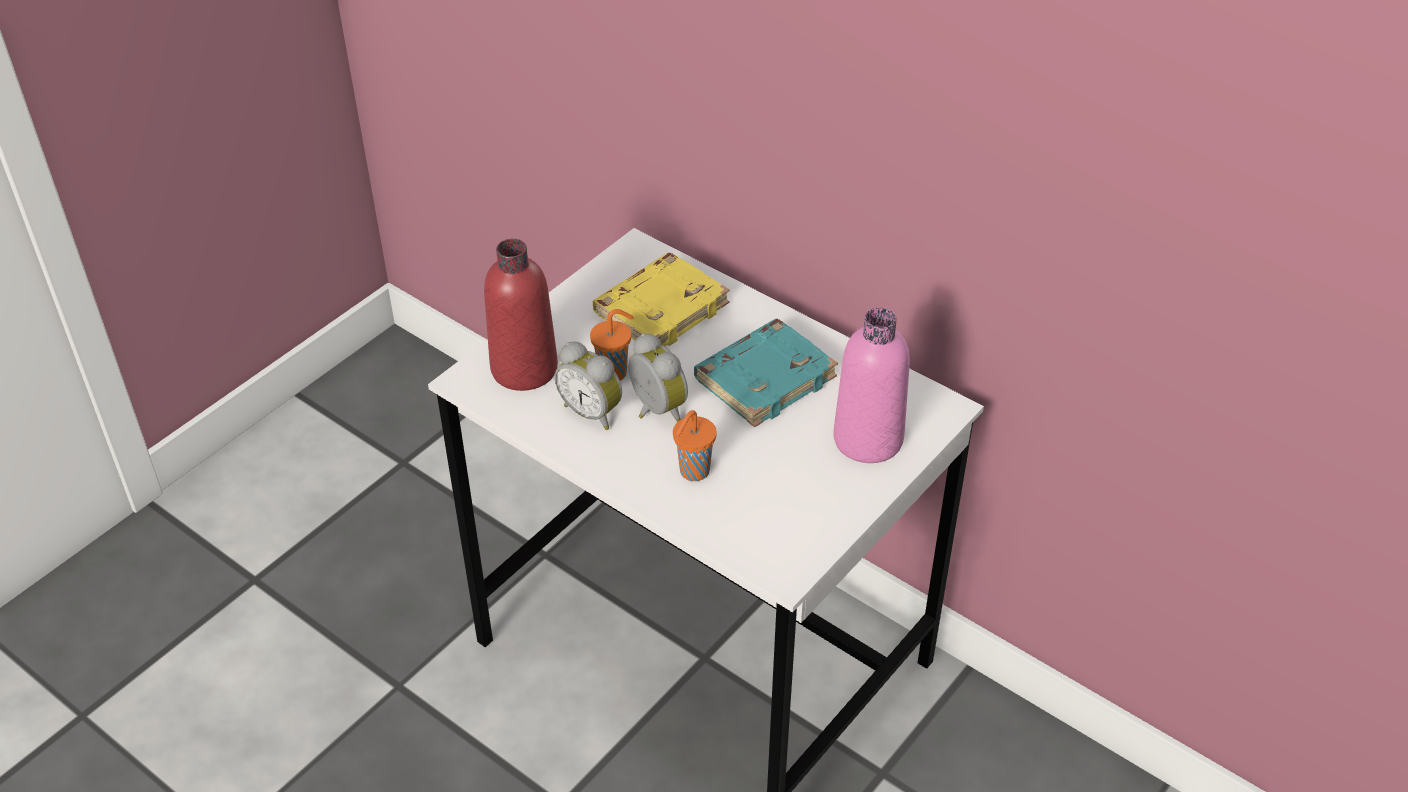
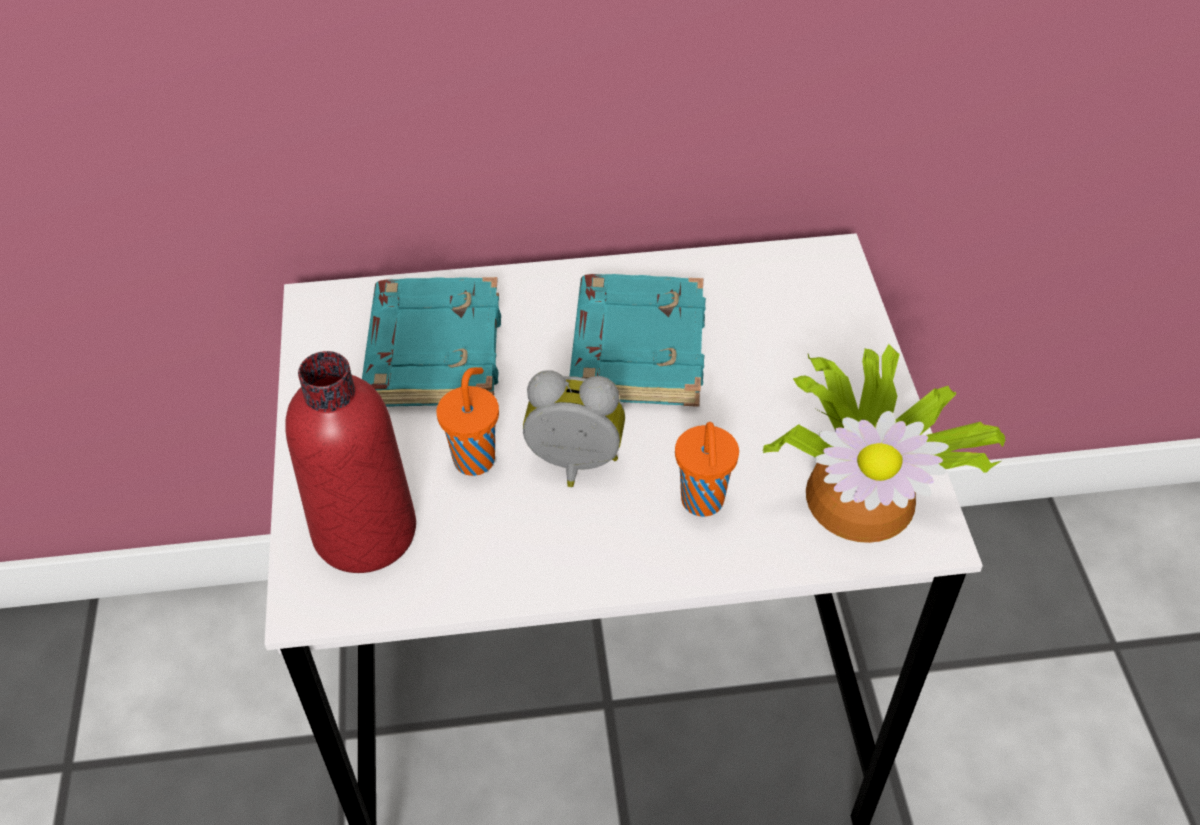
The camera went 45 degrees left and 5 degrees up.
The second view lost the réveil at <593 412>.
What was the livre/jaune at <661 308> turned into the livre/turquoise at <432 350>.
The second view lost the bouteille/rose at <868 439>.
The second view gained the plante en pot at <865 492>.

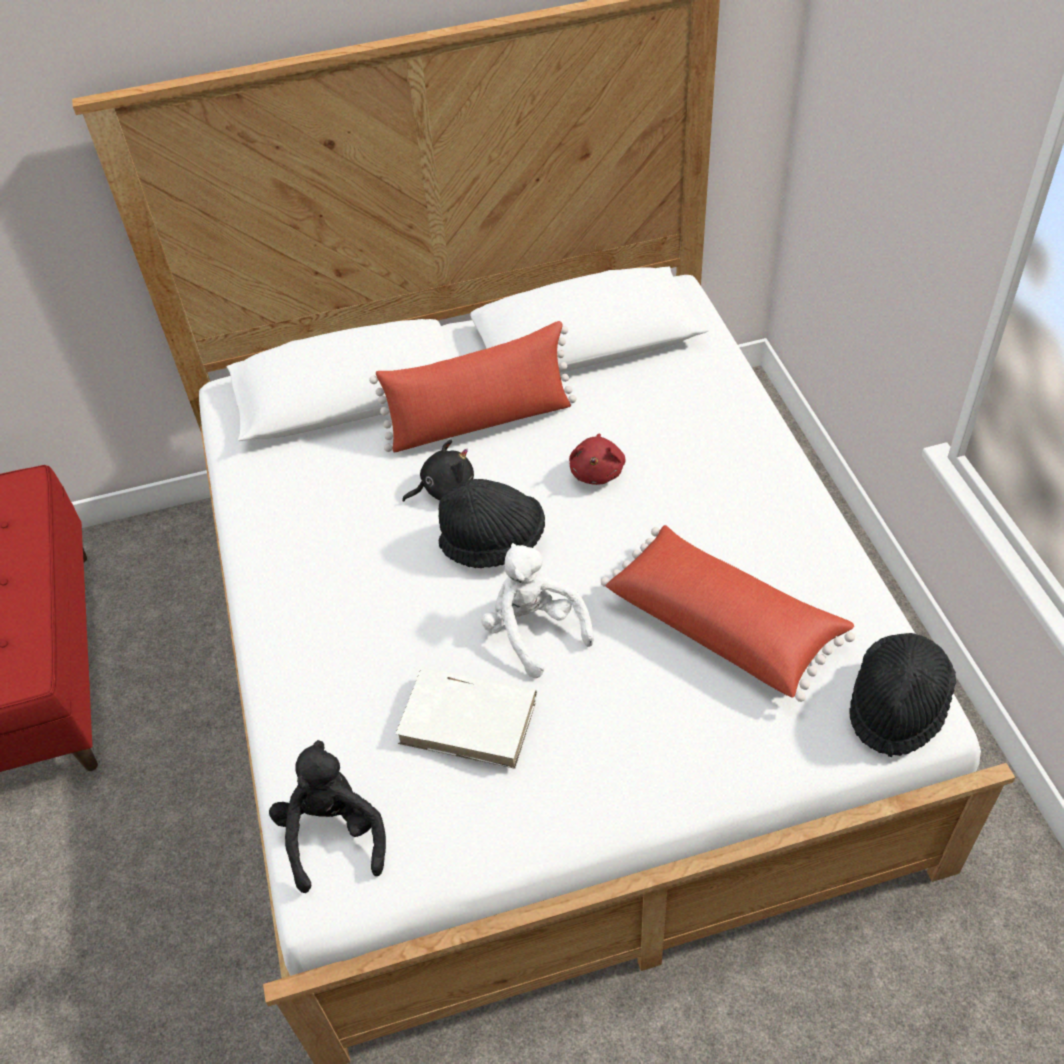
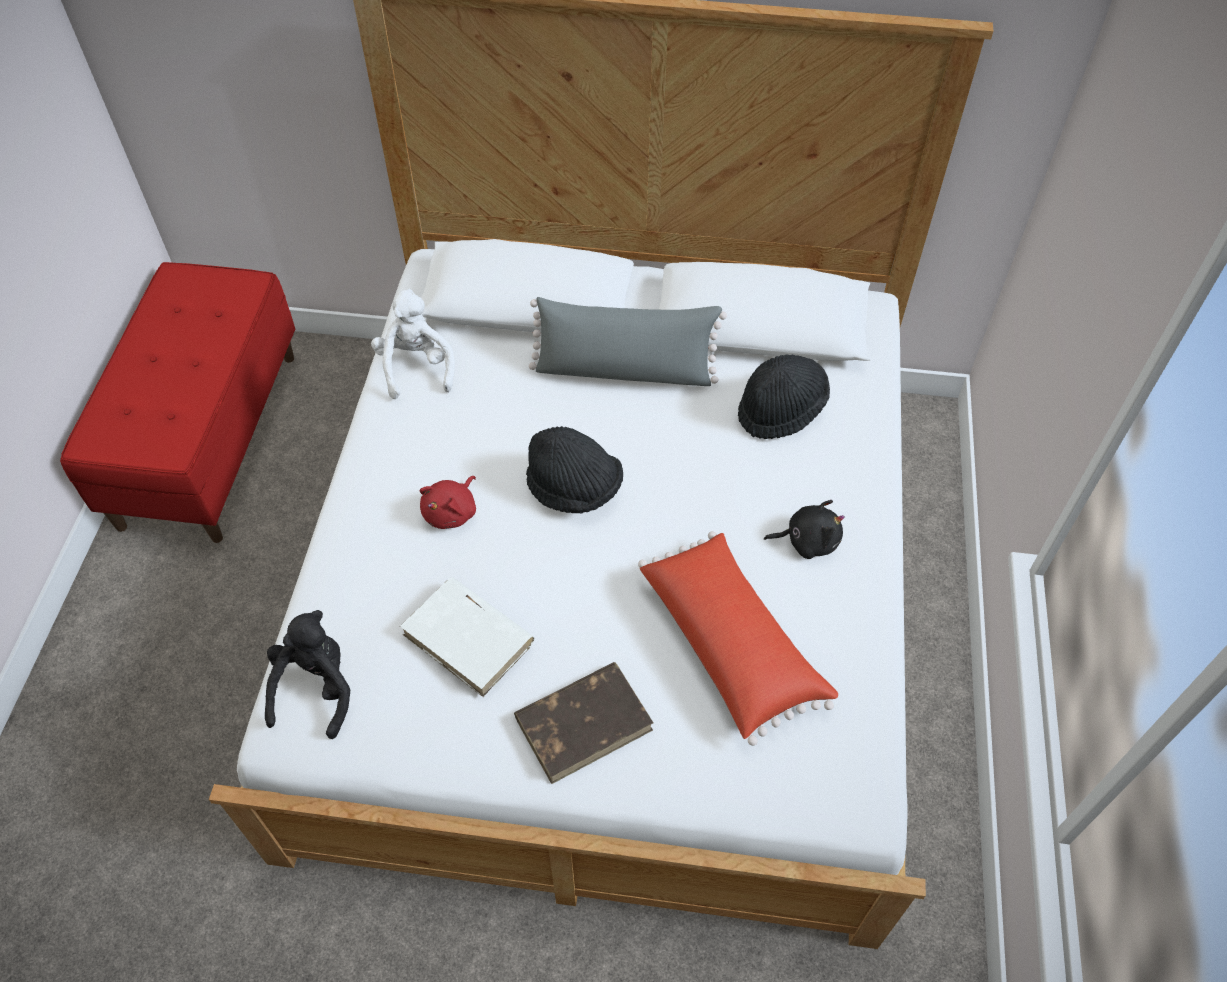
The camera went 20 degrees right and 5 degrees up.
What was the coussin/rouge at <480 421> turned into the coussin/gris at <624 371>.
The peluche/noir ended up elsewhere, having gone from <444 489> to <807 540>.
The peluche/blanc ended up elsewhere, having gone from <534 631> to <416 367>.
The peluche/rouge ended up elsewhere, having gone from <597 471> to <452 512>.
The chapeau/noir ended up elsewhere, having gone from <896 706> to <781 410>.
The second view gained the livre/marron at <584 723>.

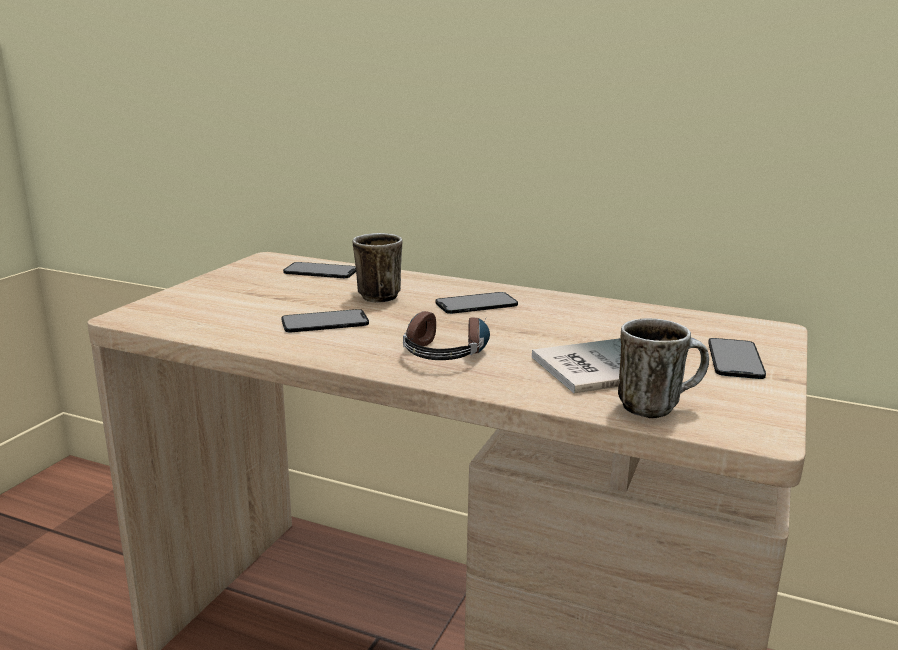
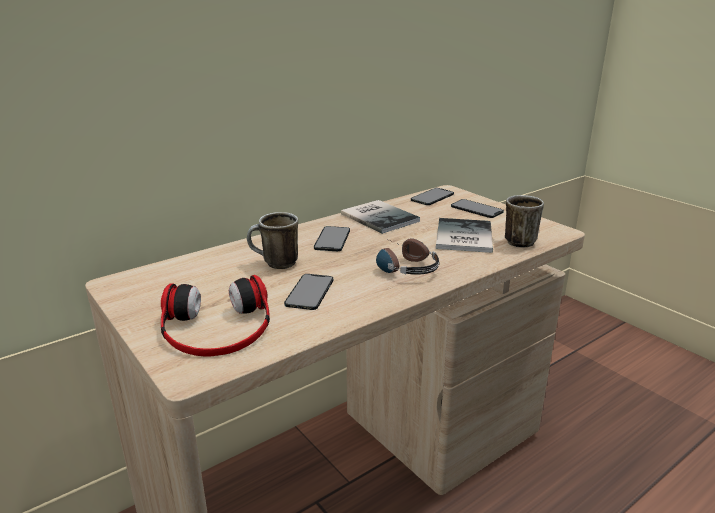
The camera went 60 degrees left and 5 degrees up.
The téléphone ended up elsewhere, having gone from <320 271> to <432 197>.
The second view gained the casque audio at <217 328>.
The second view gained the livre at <380 216>.

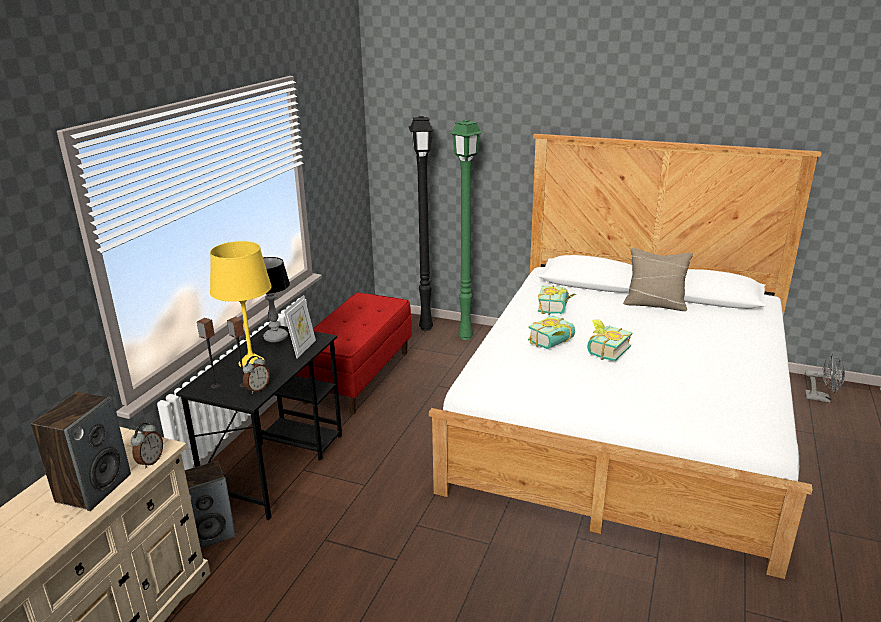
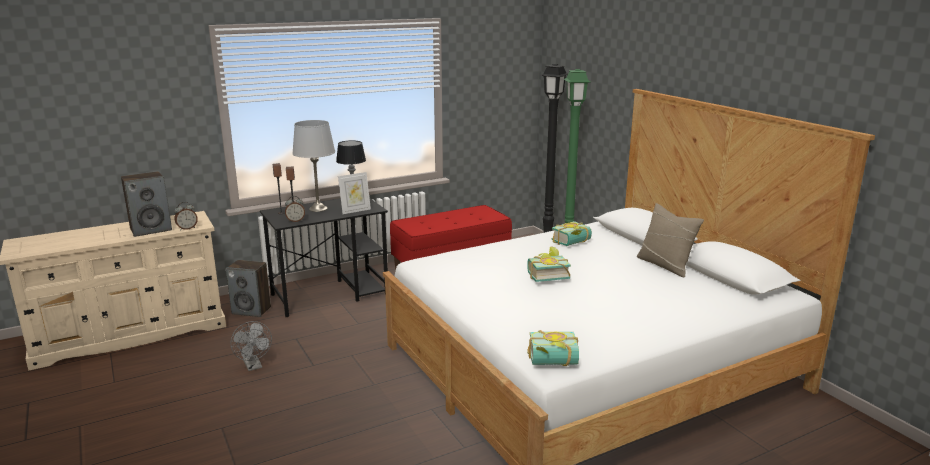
The camera went 40 degrees right and 5 degrees down.
What was the lampe de table/jaune at <251 362> turned into the lampe de table/gris at <318 209>.
The livre ended up elsewhere, having gone from <554 343> to <553 363>.
The ventilateur/gris ended up elsewhere, having gone from <821 398> to <254 366>.

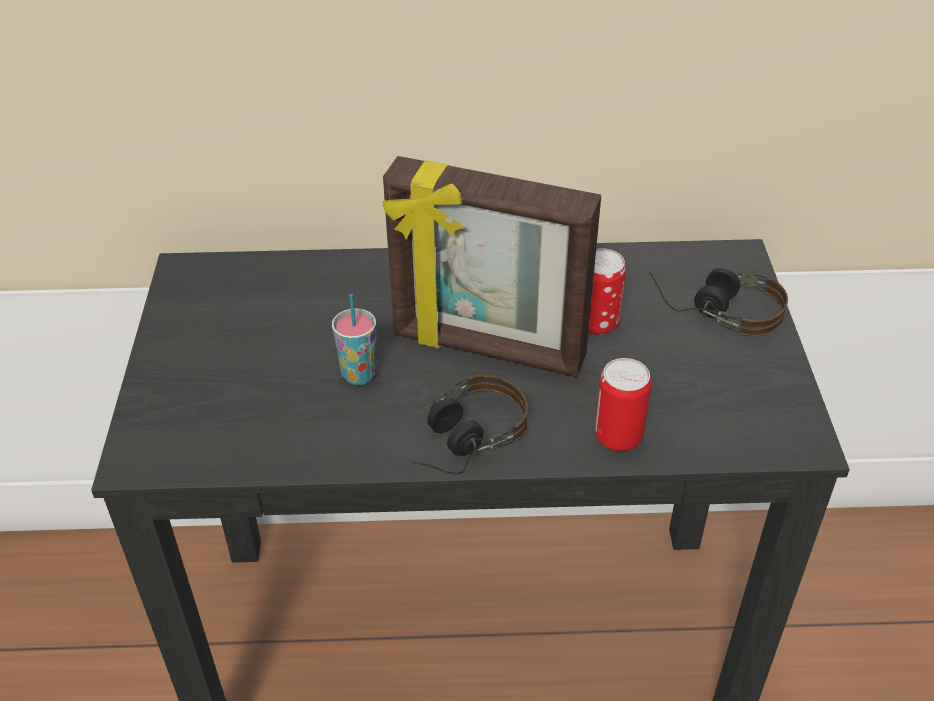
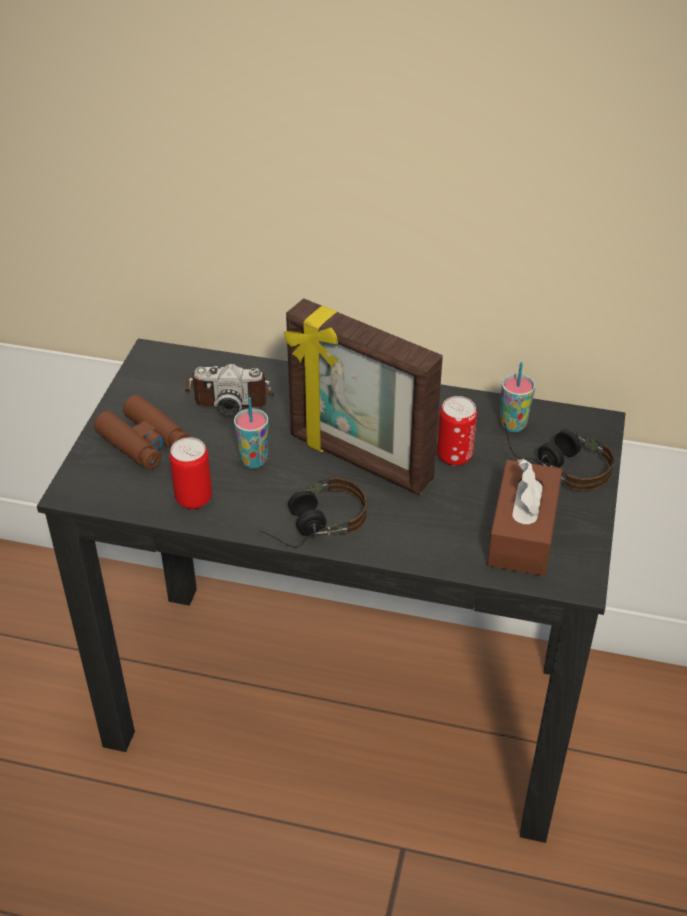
The camera went 15 degrees right and 0 degrees up.
The boîte métallique ended up elsewhere, having gone from <618 437> to <194 498>.
The second view gained the jumelles/marron at <144 441>.
The second view gained the appareil photo at <230 394>.
The second view gained the boîte à mouchoirs/marron at <522 532>.
The second view gained the tasse at <513 425>.

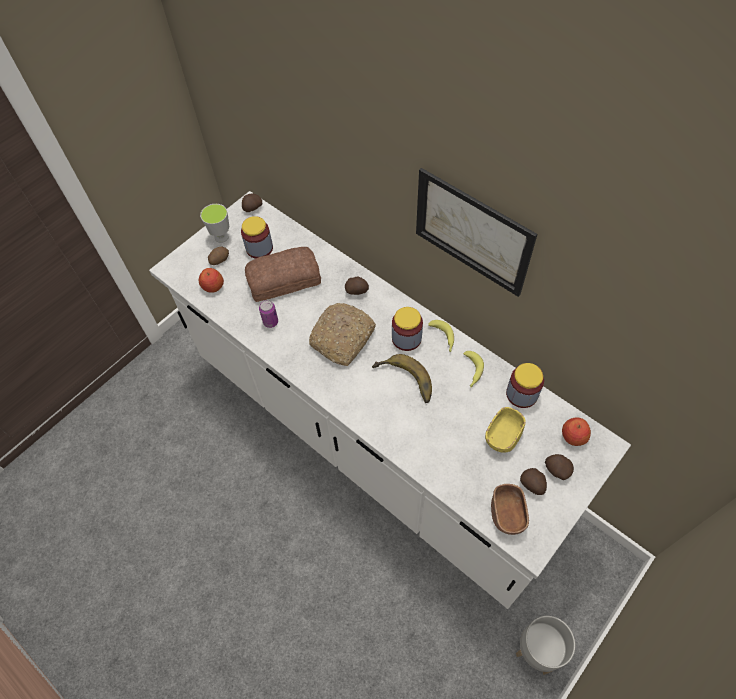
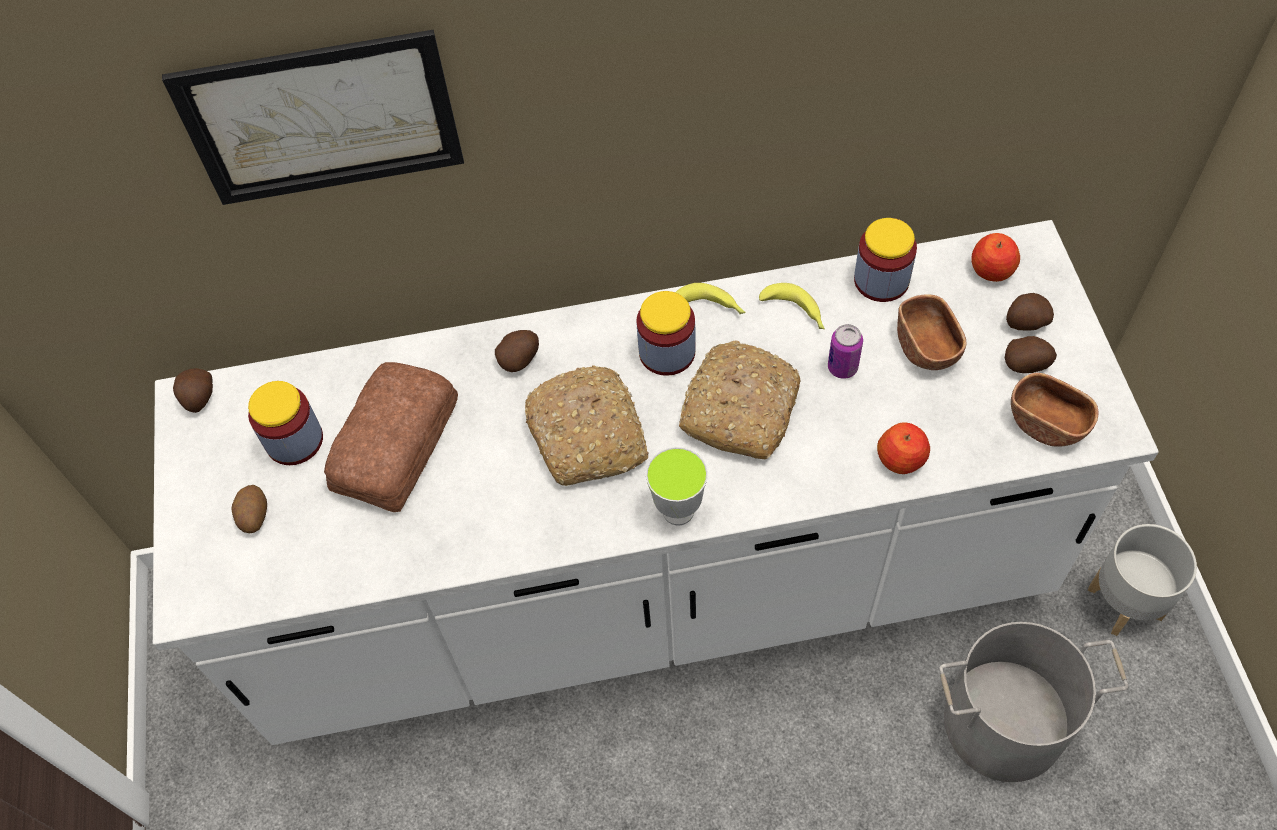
The camera went 50 degrees left and 0 degrees up.
The pomme ended up elsewhere, having gone from <213 286> to <901 459>.
The tasse ended up elsewhere, having gone from <221 237> to <678 511>.
The boîte métallique ended up elsewhere, having gone from <270 322> to <842 367>.
Where the banane stood at <403 383>, the pain came to stand at <739 407>.
The tableau ended up elsewhere, having gone from <472 232> to <322 118>.
What was the bol/jaune at <502 436> turned into the bol/marron at <926 347>.
The second view gained the seau/gris at <1004 724>.

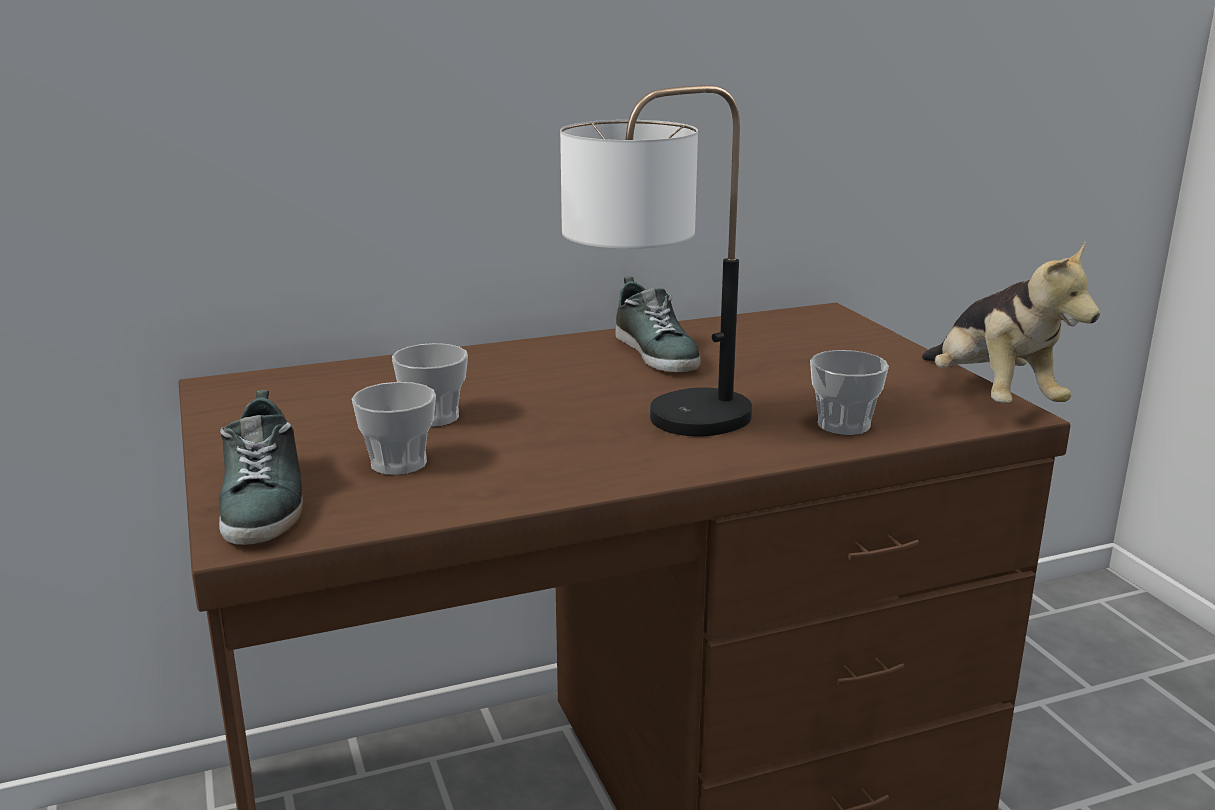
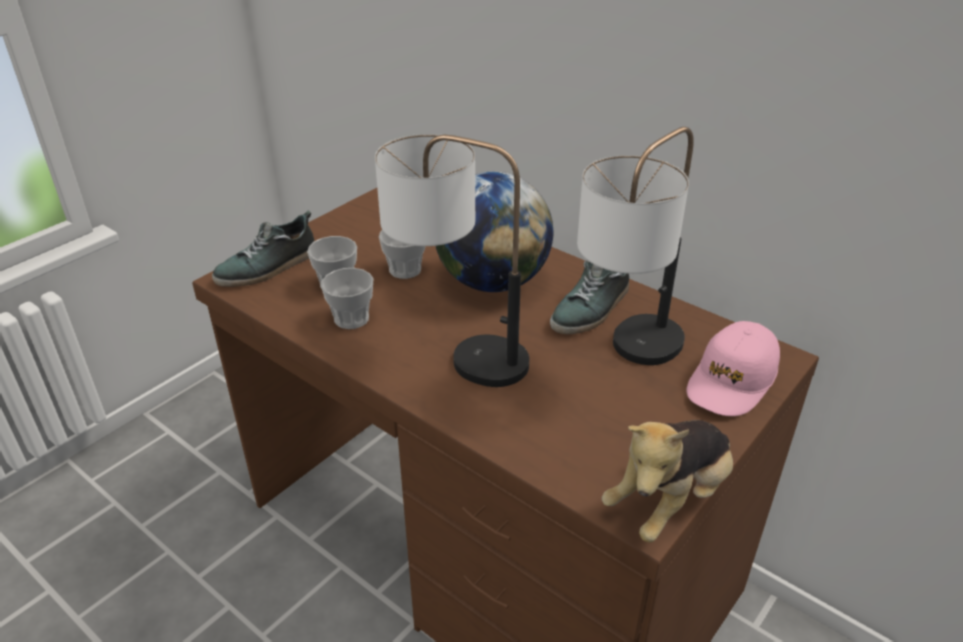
The camera went 60 degrees right and 15 degrees up.
The tasse ended up elsewhere, having gone from <843 425> to <351 319>.
The second view gained the globe at <493 282>.
The second view gained the lampe de table at <626 359>.
The second view gained the casquette/rose at <732 380>.

